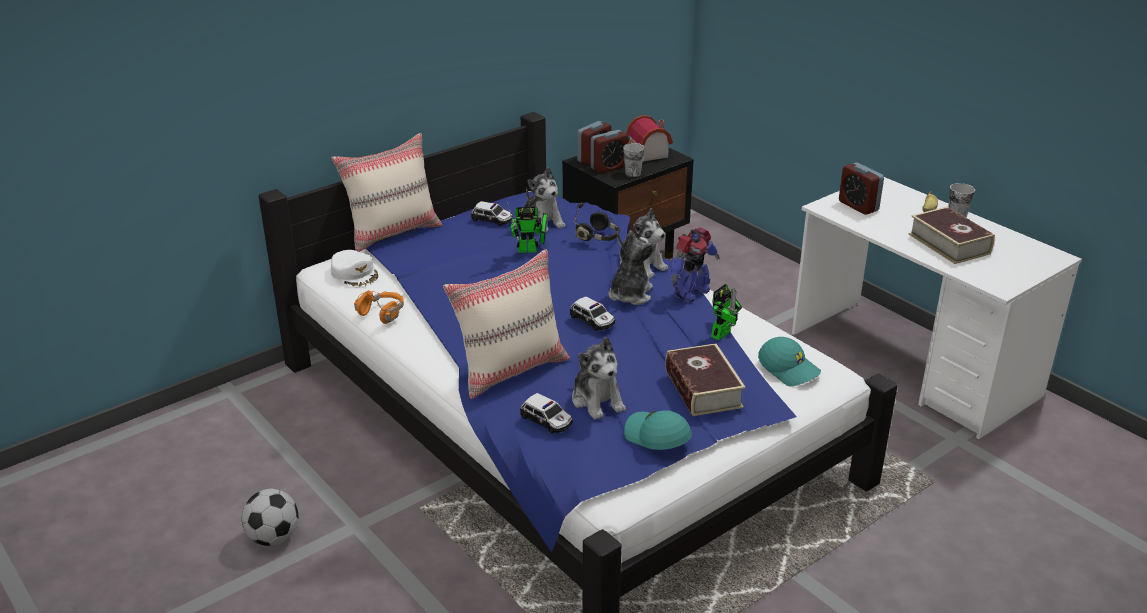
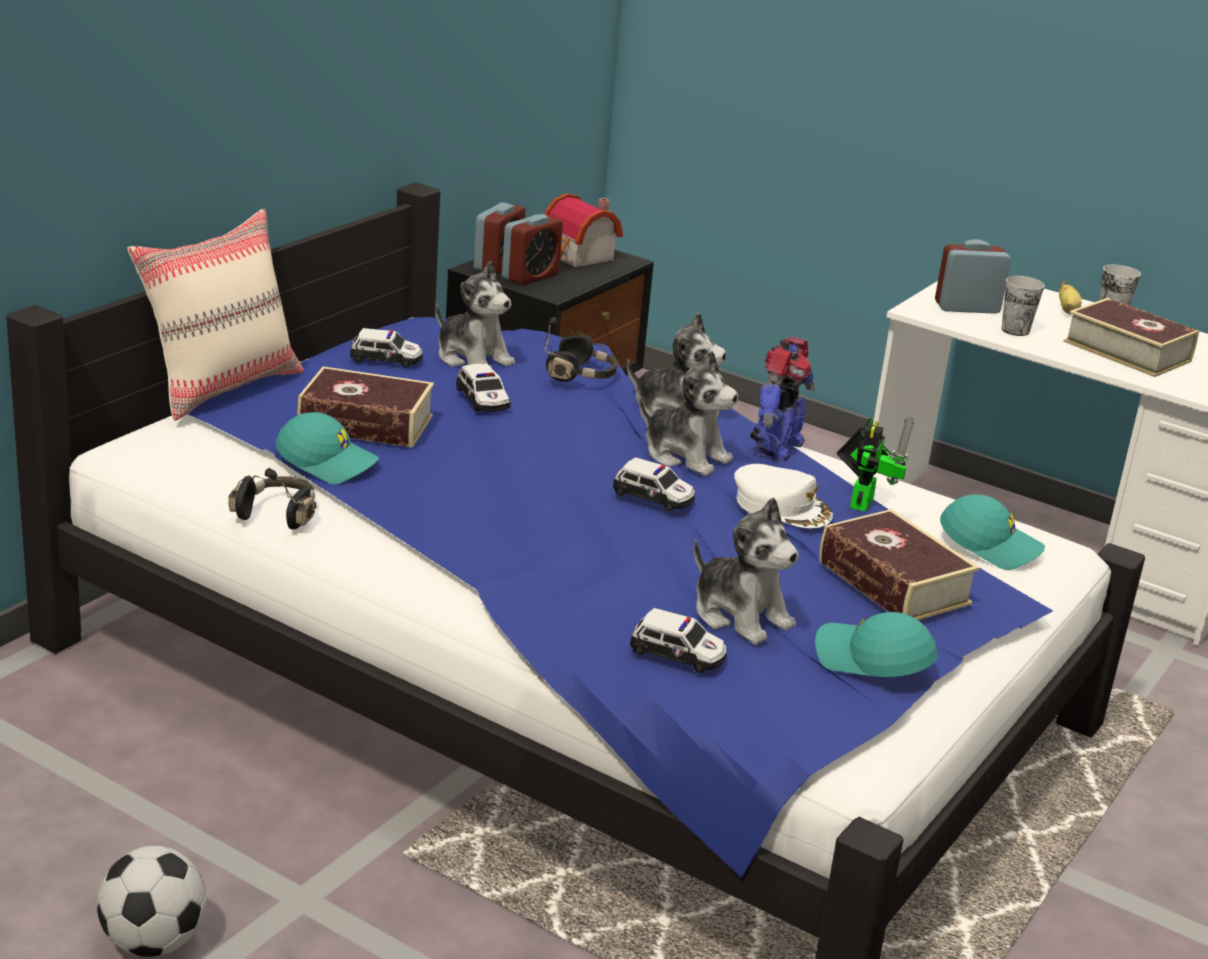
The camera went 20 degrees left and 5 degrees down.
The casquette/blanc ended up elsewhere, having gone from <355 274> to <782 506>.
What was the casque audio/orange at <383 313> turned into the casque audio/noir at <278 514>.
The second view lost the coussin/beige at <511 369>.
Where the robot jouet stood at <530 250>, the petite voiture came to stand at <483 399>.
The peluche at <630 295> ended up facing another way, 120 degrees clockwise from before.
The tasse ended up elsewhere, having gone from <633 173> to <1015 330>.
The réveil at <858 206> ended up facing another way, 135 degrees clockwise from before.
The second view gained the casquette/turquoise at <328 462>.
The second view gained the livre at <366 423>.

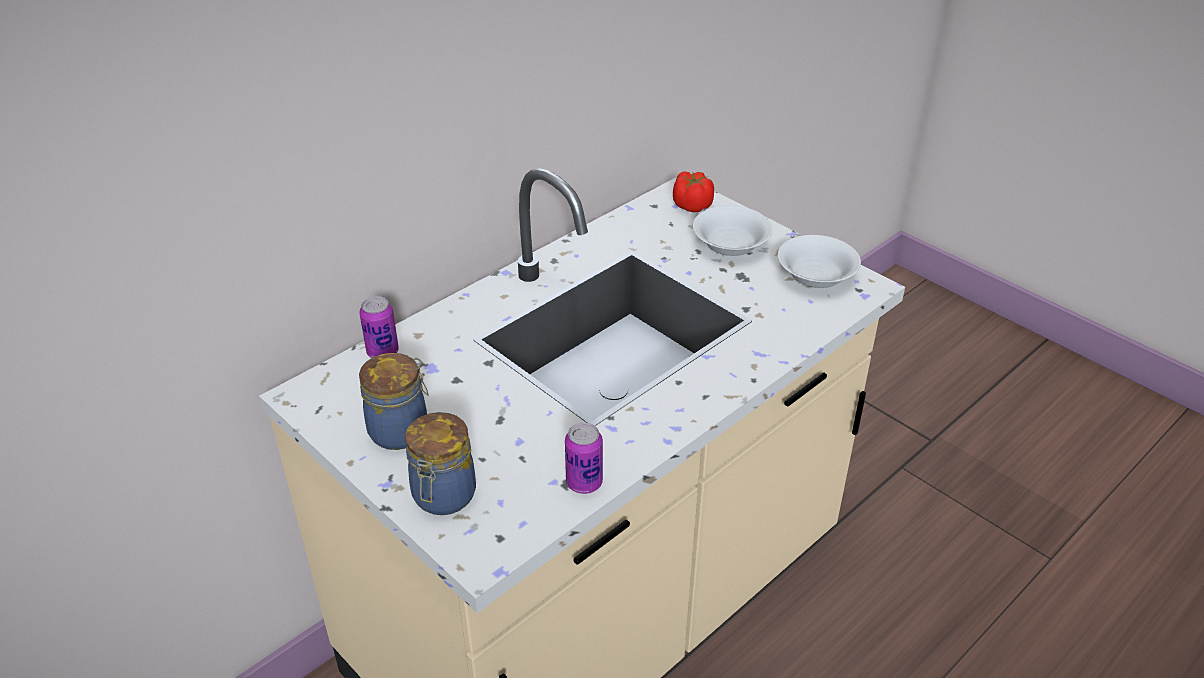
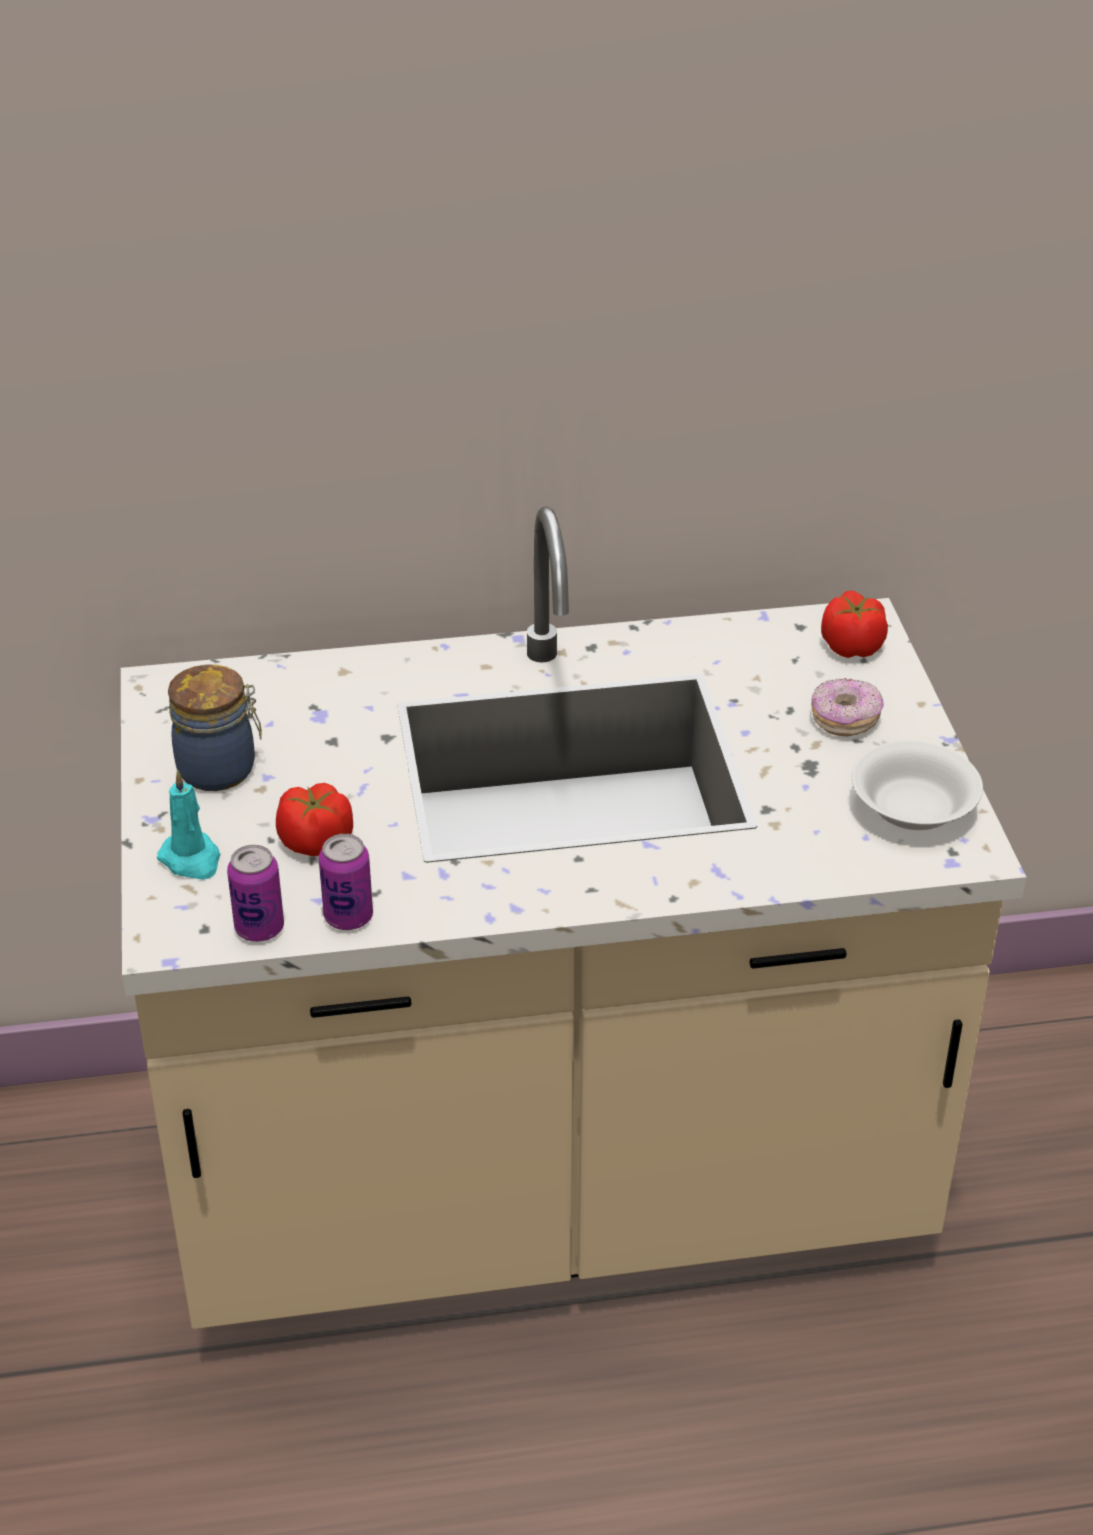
The camera went 35 degrees right and 0 degrees up.
The boîte métallique ended up elsewhere, having gone from <382 352> to <259 928>.
Where the bocal stood at <443 497>, the bougie/turquoise came to stand at <191 860>.
Where the bol/blanc stood at <731 245>, the beignet came to stand at <845 720>.
The second view gained the tomate at <316 842>.

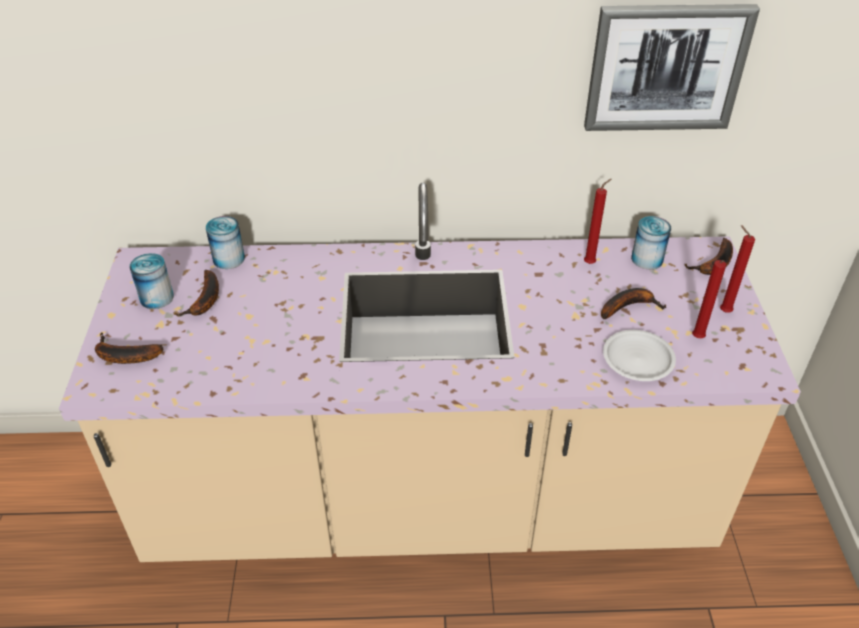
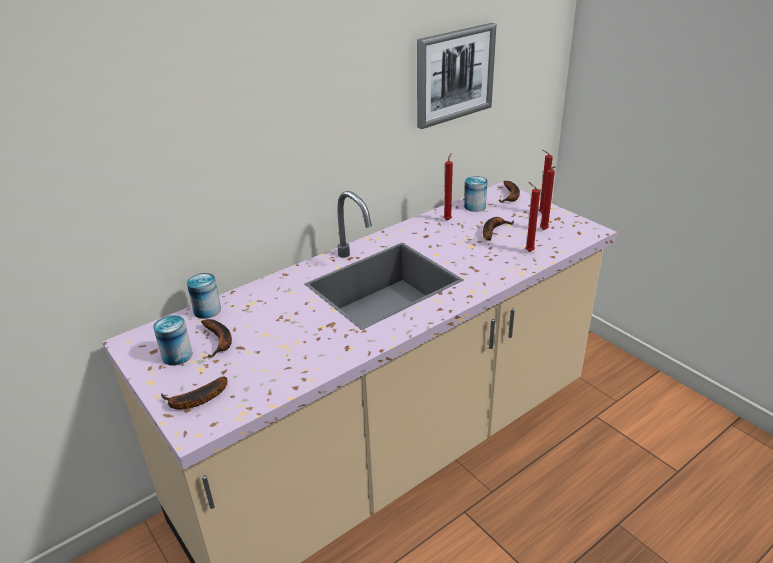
The camera went 35 degrees left and 10 degrees down.
Where the assiette/blanc stood at <638 359>, the bougie/rouge came to stand at <528 251>.

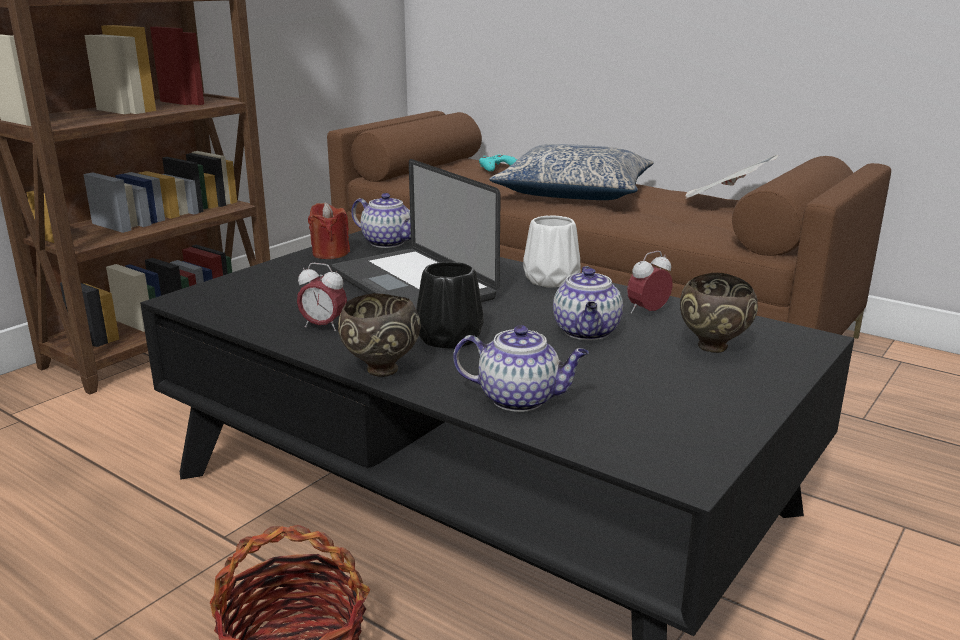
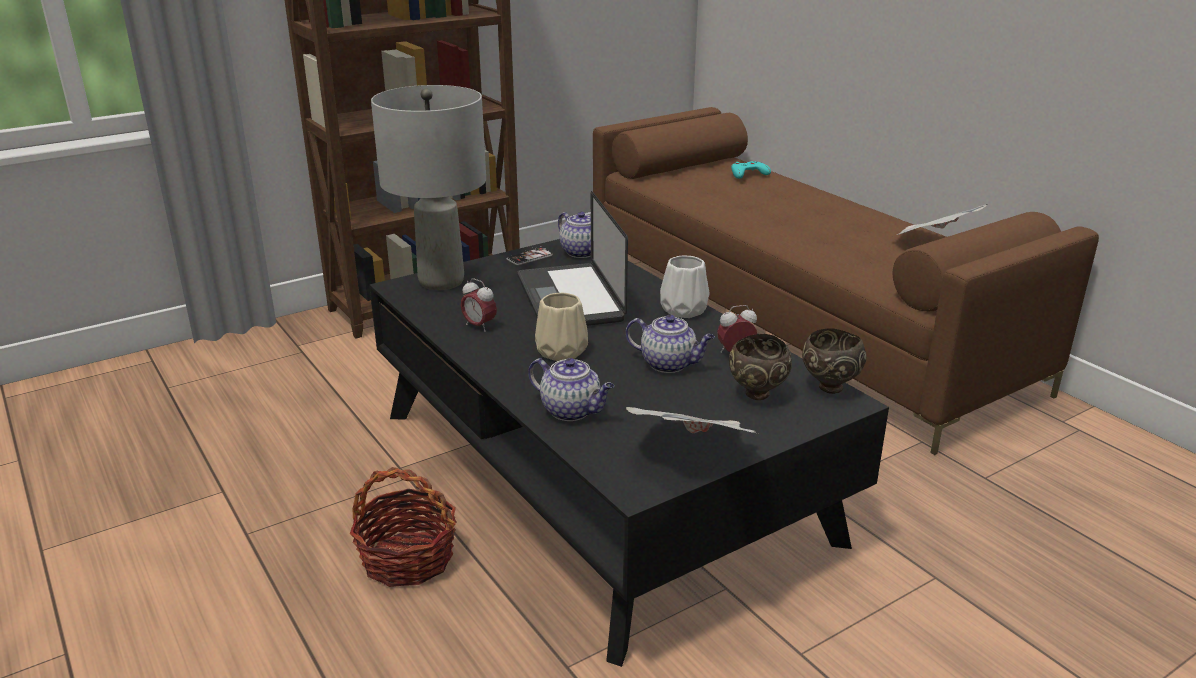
The camera went 20 degrees right and 5 degrees up.
Where the bougie/rouge stood at <330 253>, the téléphone came to stand at <529 257>.
The bol/marron ended up elsewhere, having gone from <380 370> to <828 387>.
What was the vase/noir at <449 339> turned into the vase/beige at <560 352>.
The second view lost the coussin at <574 192>.
The théière at <587 332> ended up facing another way, 90 degrees counterclockwise from before.
The second view gained the lampe de table/gris at <440 281>.
The second view gained the journal at <695 450>.

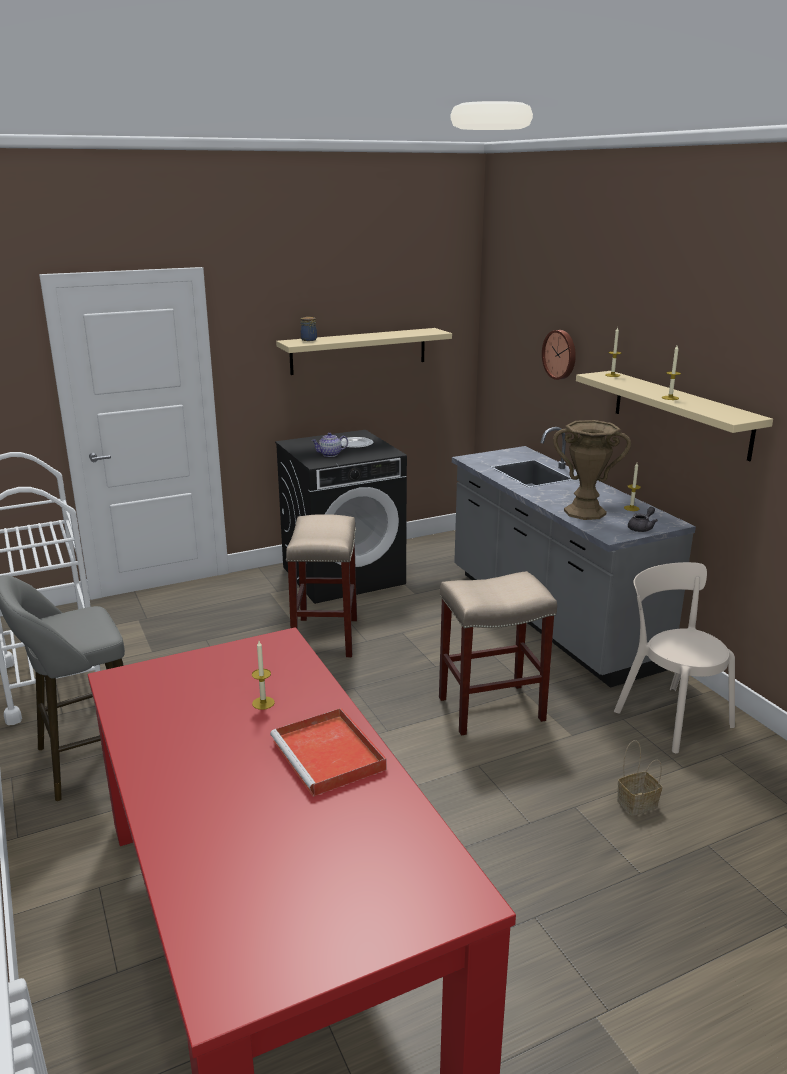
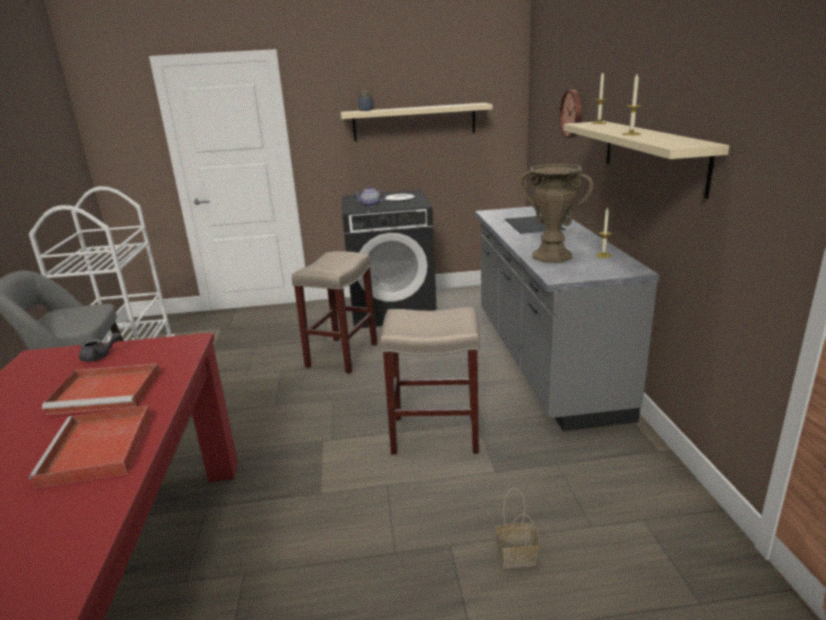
The camera went 20 degrees right and 0 degrees up.
Where the bougie stood at <263 703>, the plateau/rouge came to stand at <108 392>.
The second view lost the chaise/beige at <669 716>.
The théière/gris ended up elsewhere, having gone from <642 528> to <100 356>.

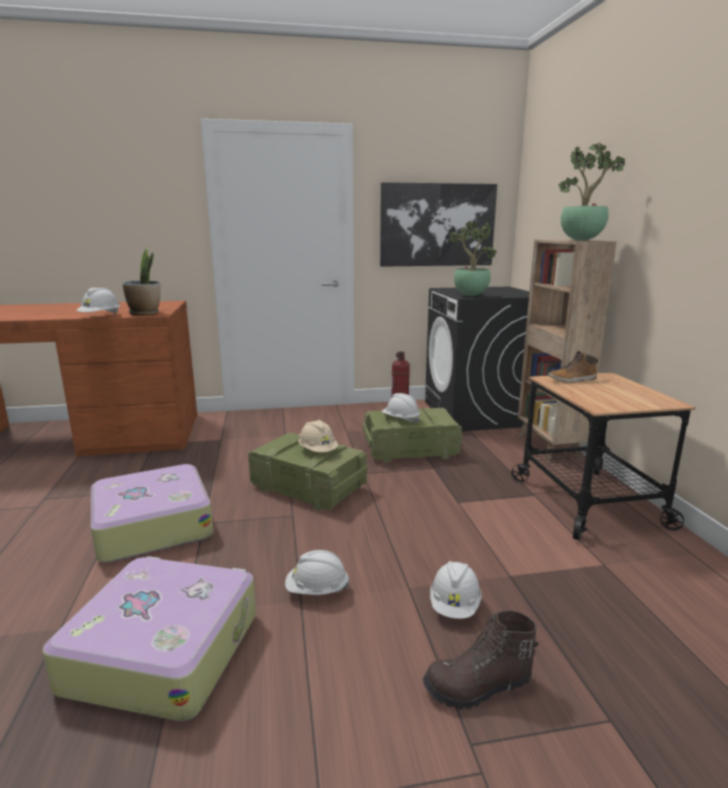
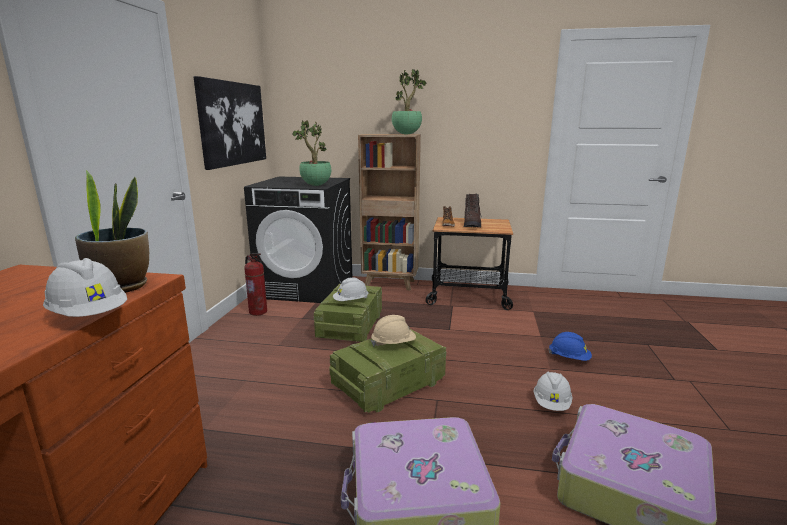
The camera went 70 degrees left and 0 degrees up.
The botte/marron ended up elsewhere, having gone from <478 687> to <472 225>.
What was the casque de chantier/blanc at <454 606> turned into the casque de chantier/bleu at <569 358>.

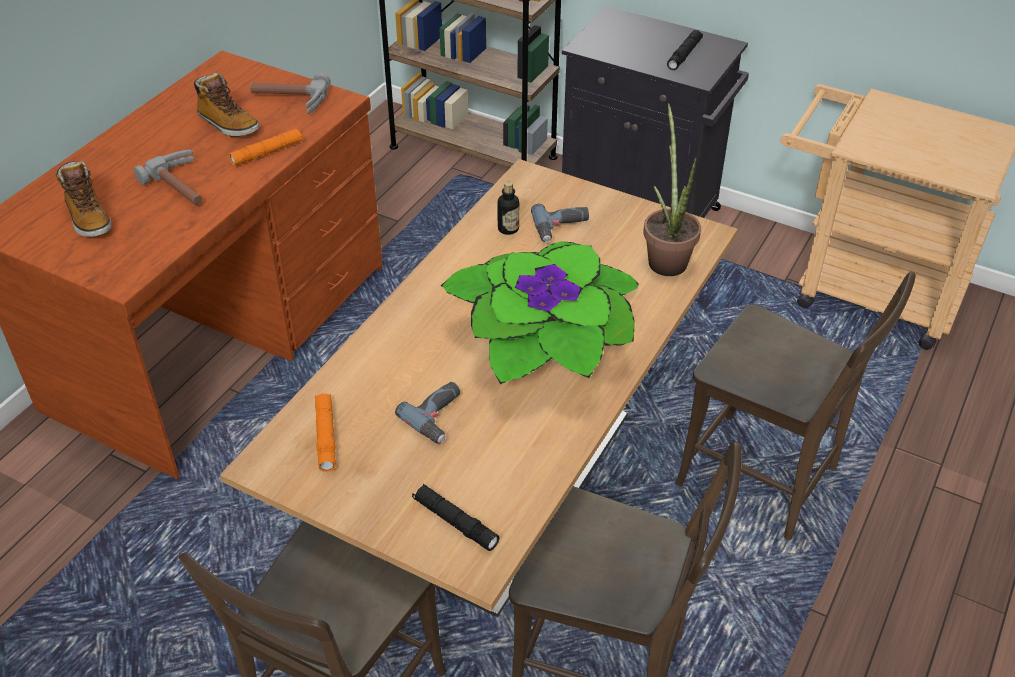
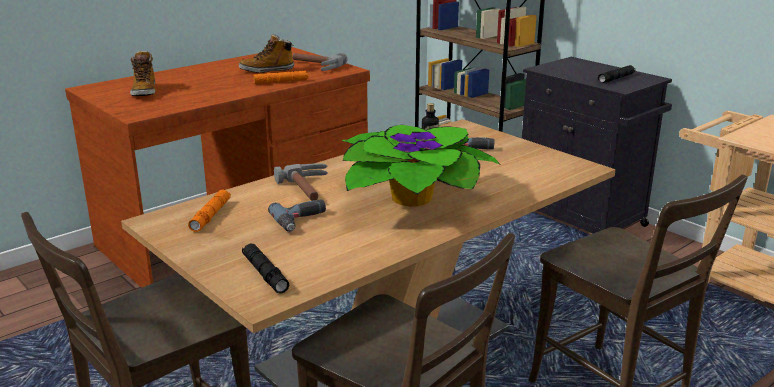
The camera went 20 degrees right and 20 degrees down.
The marteau ended up elsewhere, having gone from <184 185> to <310 189>.
The botte at <228 125> ended up facing another way, 105 degrees clockwise from before.
The second view lost the plante en pot at <666 258>.

